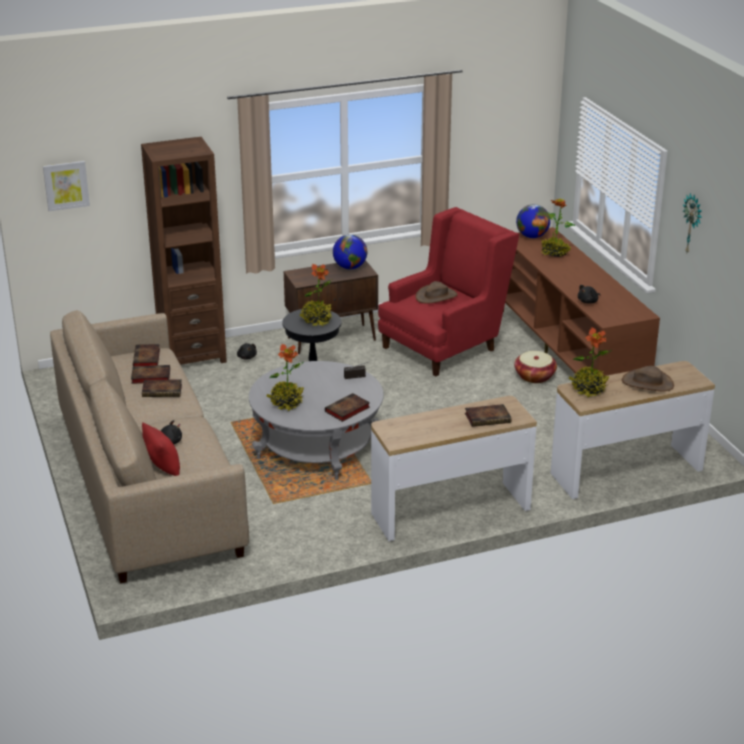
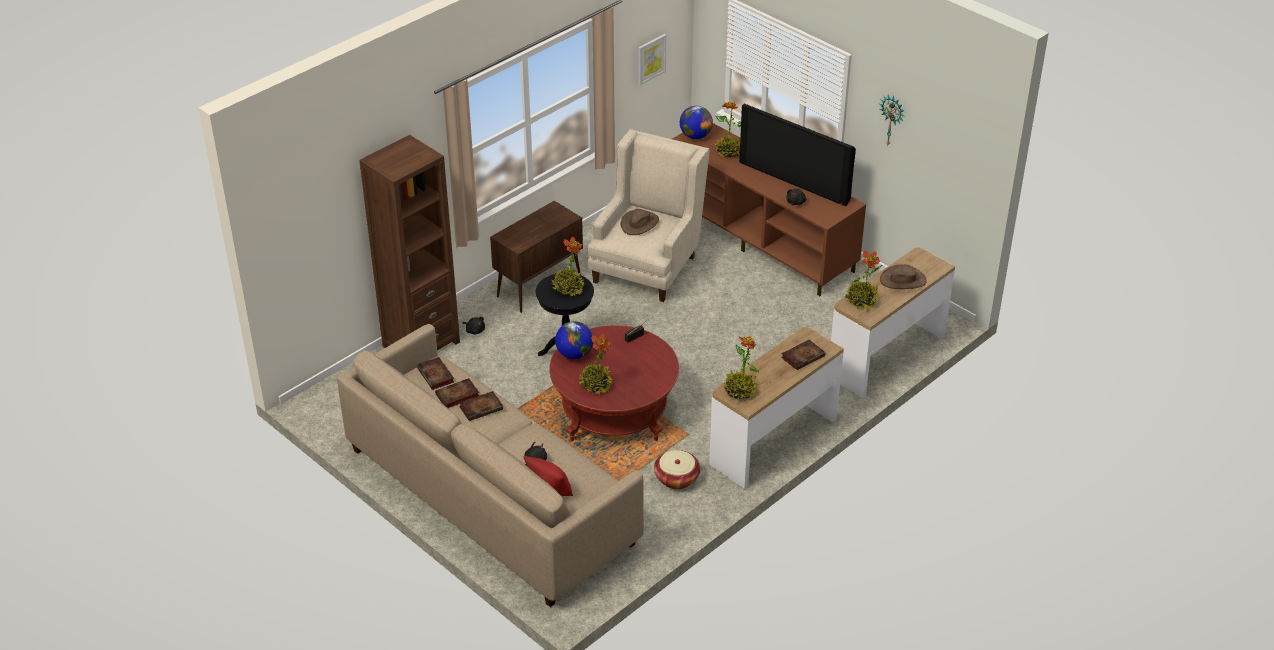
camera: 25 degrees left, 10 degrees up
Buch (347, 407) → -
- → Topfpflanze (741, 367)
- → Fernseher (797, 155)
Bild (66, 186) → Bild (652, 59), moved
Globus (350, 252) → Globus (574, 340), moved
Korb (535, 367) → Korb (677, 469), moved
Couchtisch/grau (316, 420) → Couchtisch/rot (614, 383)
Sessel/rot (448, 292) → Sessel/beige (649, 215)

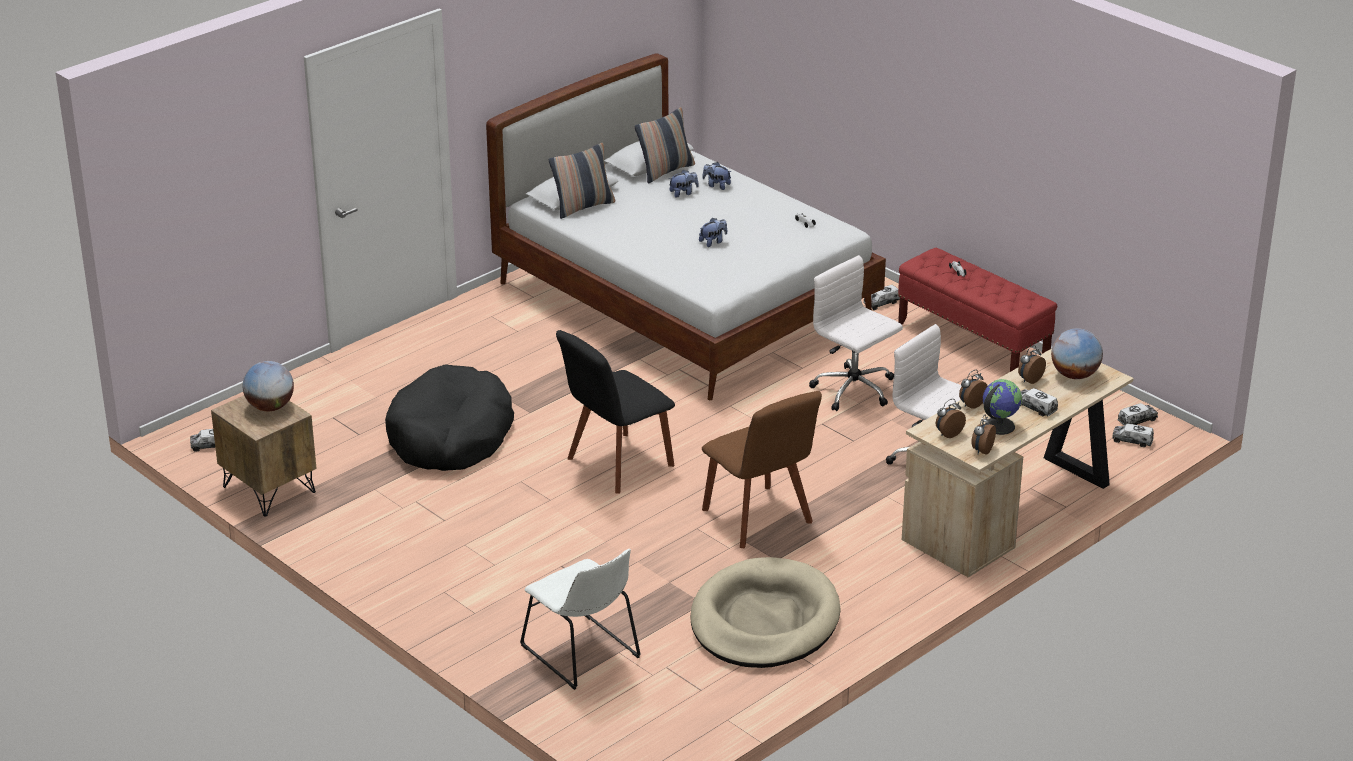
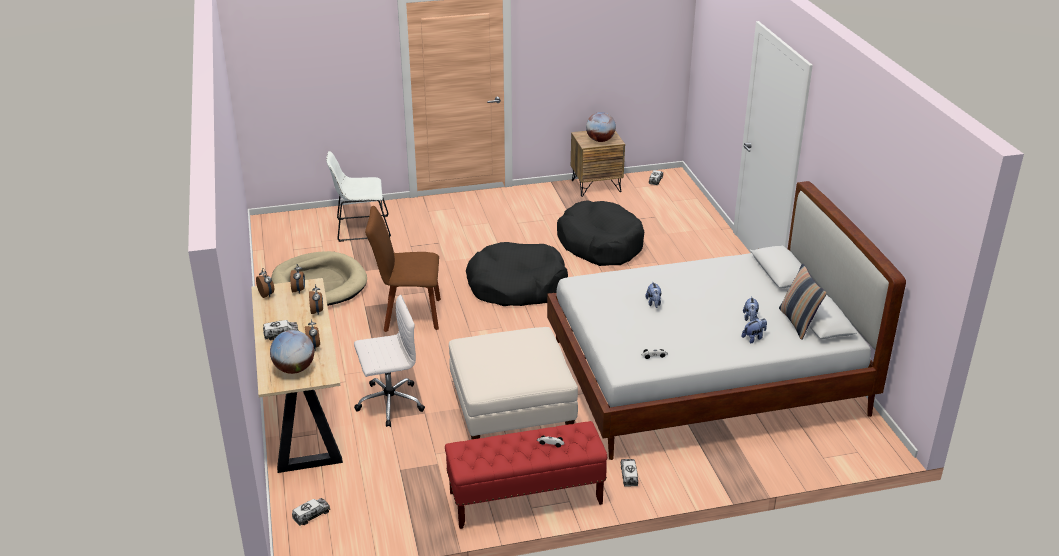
camera: 120 degrees right, 0 degrees up
Kissen (582, 181) → -
Globus (1002, 407) → -
Spielzeuglaster (1137, 414) → -
Stuhl/schwarz (615, 412) → Hundebett/schwarz (517, 274)
Bürostuhl/weiß (856, 333) → Polsterhocker/weiß (513, 383)

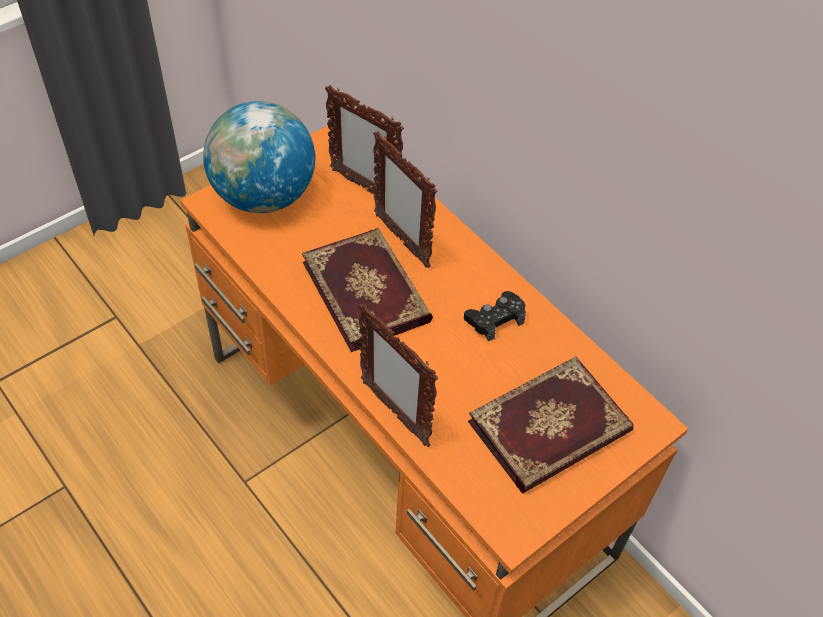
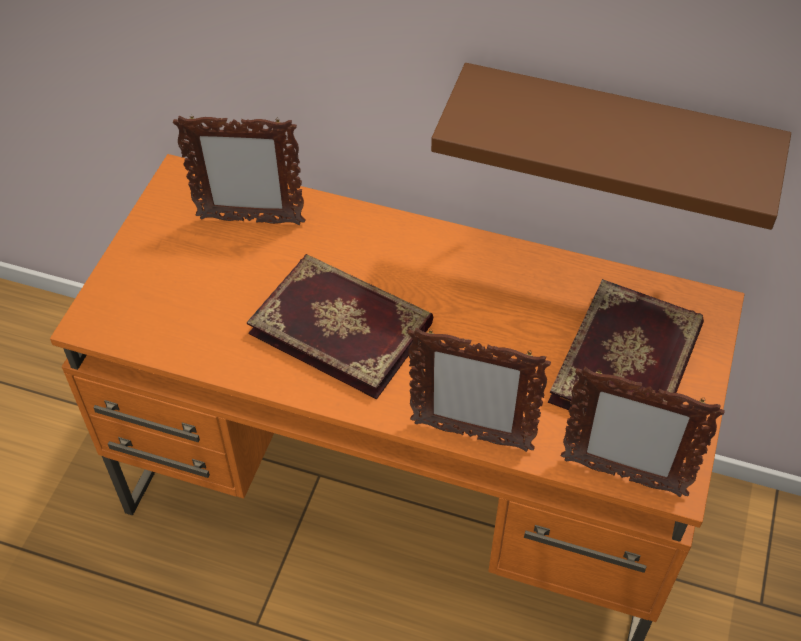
camera: 30 degrees left, 0 degrees up
Globus (259, 157) → -
Gamepad/schwarz (495, 316) → -
- → Wandregal/braun (611, 146)
Bilderrahmen (405, 199) → Bilderrahmen (643, 432), moved

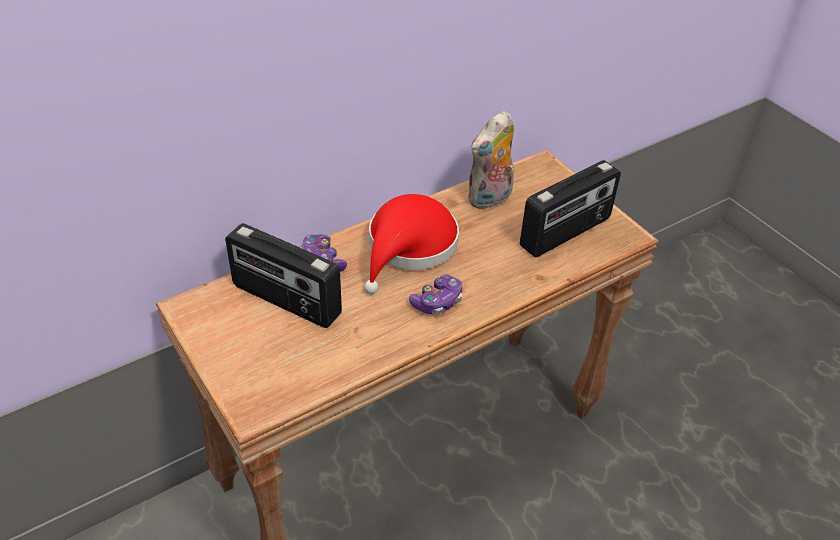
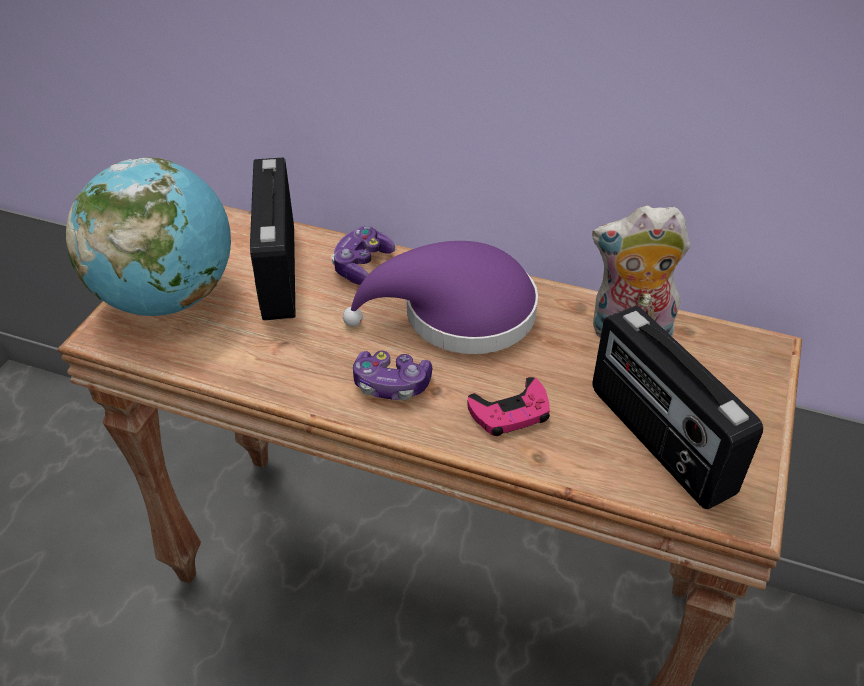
camera: 55 degrees right, 0 degrees up
- → Globus (148, 236)
- → Gamepad/rosa (508, 406)
Hut/rot (411, 244) → Hut/lila (440, 297)
Radio (570, 208) → Radio (678, 407), 45 degrees clockwise

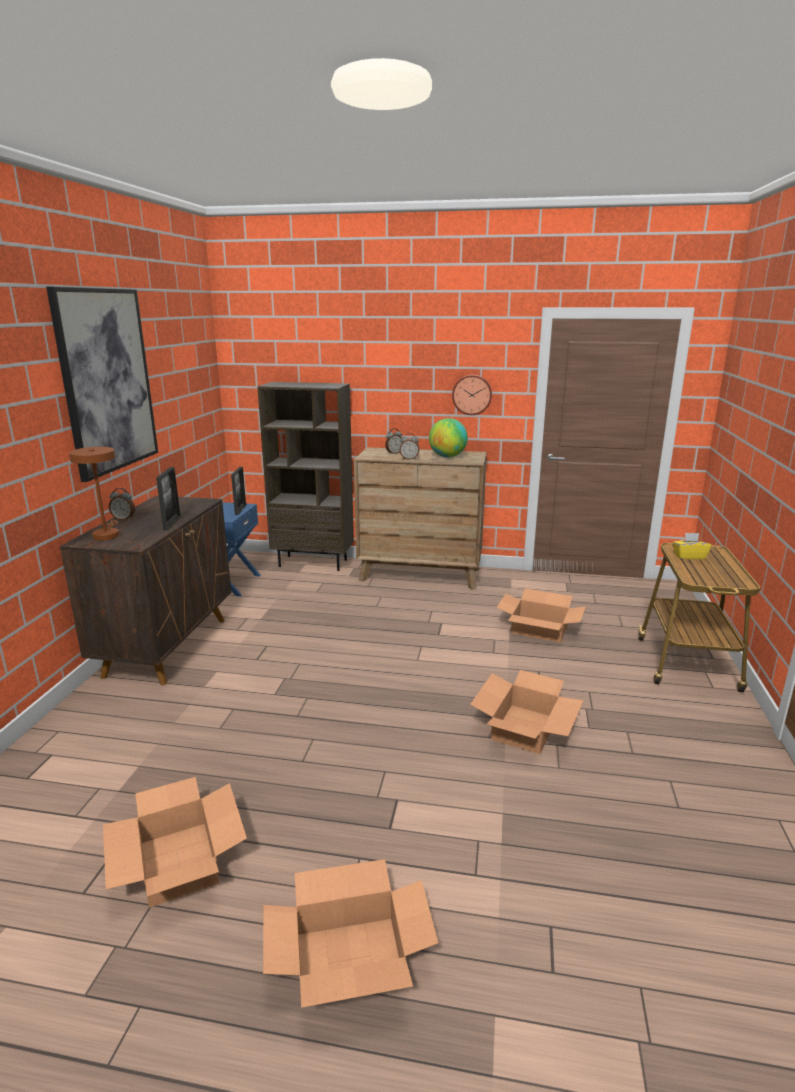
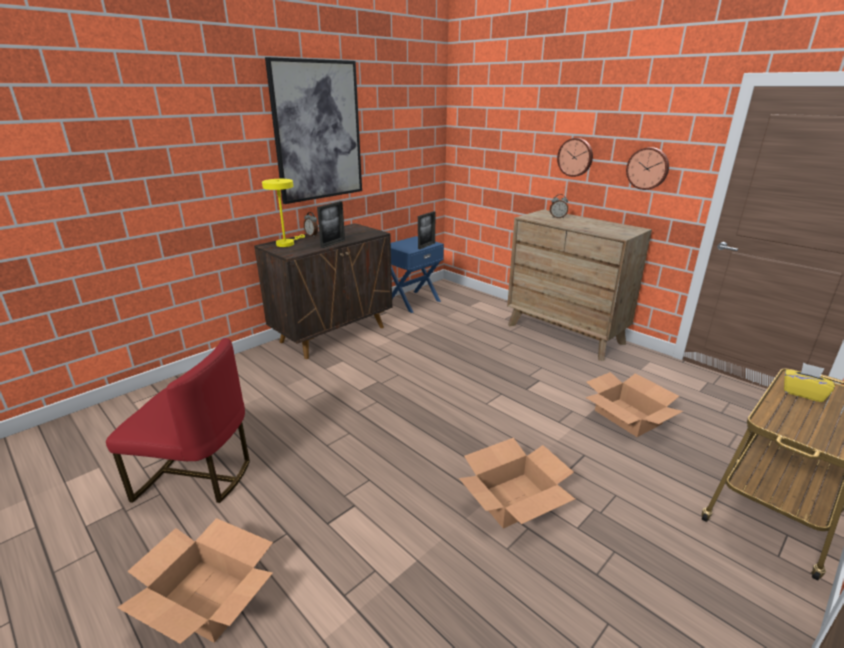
camera: 35 degrees right, 5 degrees up
Bücherregal/braun (305, 476) → -
Wecker (409, 446) → -
Globus (448, 438) → -
- → Wanduhr (575, 157)
Karton (175, 842) → Stuhl/rot (178, 420)
Tischlampe/braun (94, 493) → Tischlampe/gelb (283, 213)

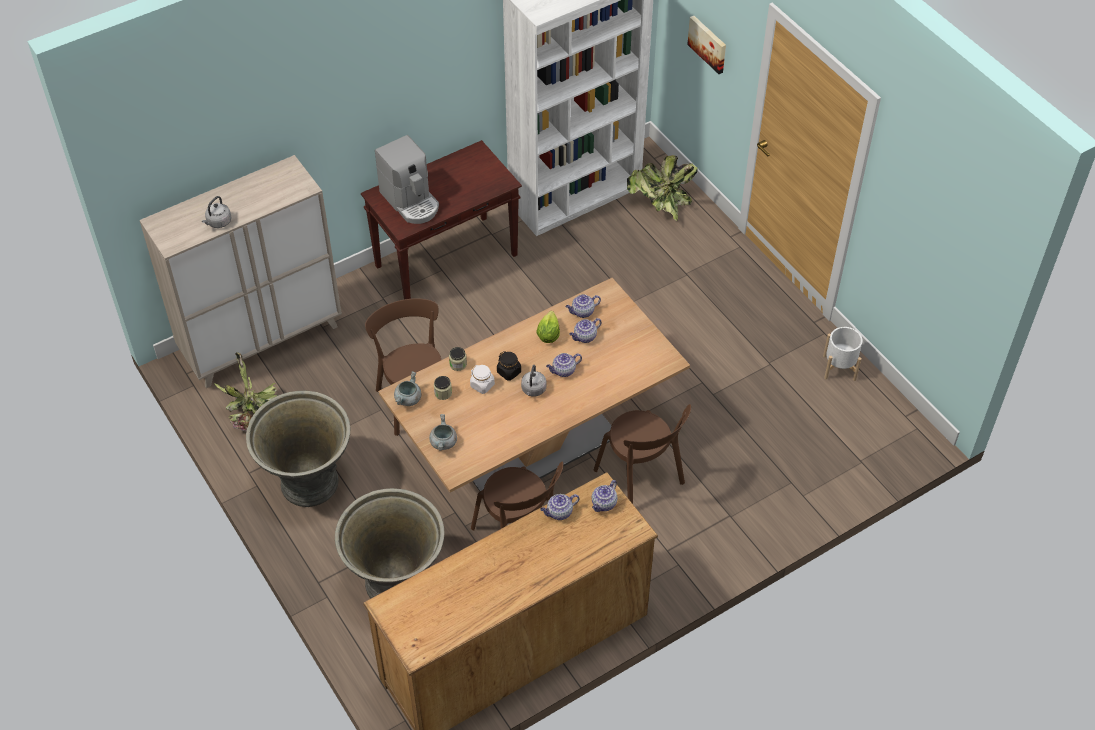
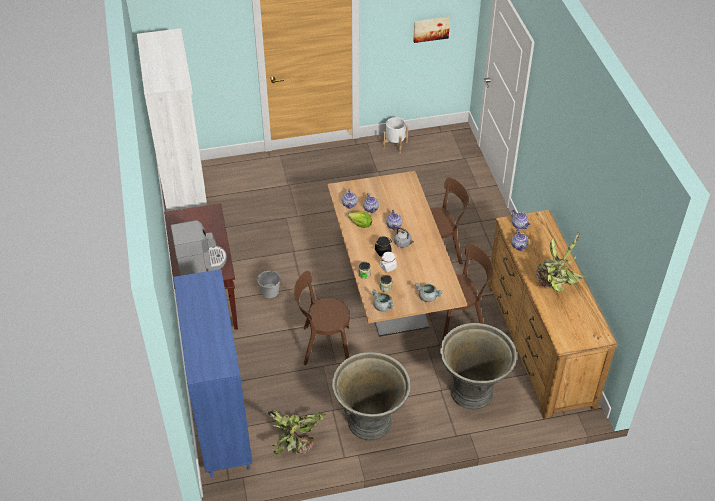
camera: 70 degrees left, 5 degrees down
Wasserkessel/grau (216, 212) → -
- → Eimer/weiß (269, 284)
Topfpflanze (662, 188) → Topfpflanze (561, 262), moved
Bild (706, 45) → Bild (431, 30), moved
Schrank/beige (241, 271) → Schrank/blau (213, 373)

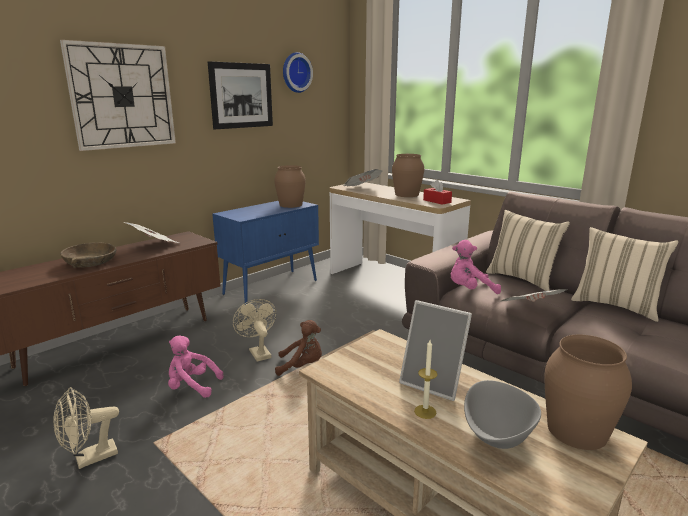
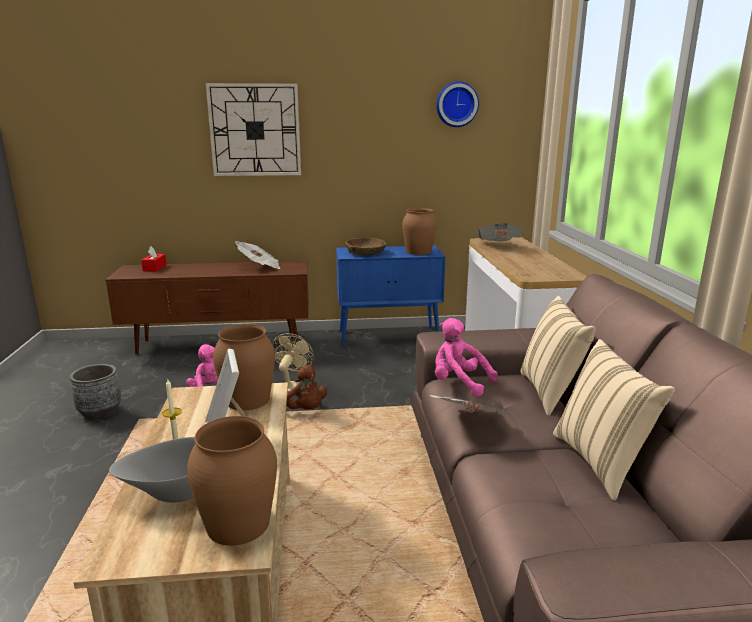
camera: 40 degrees right, 0 degrees up
Bild (240, 95) → -
Schüssel/braun (88, 255) → Schüssel/braun (366, 246), moved
Vase/braun (408, 175) → Vase/braun (244, 367), moved
Taschentuchbox/rot (437, 192) → Taschentuchbox/rot (154, 258), moved
Ventilator/beige (86, 428) → Pflanzkübel/grau (95, 392)

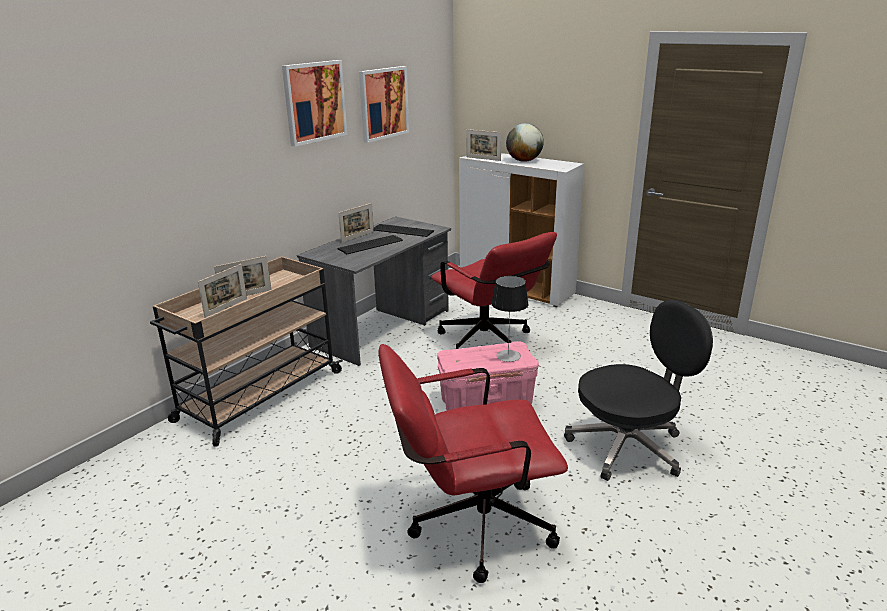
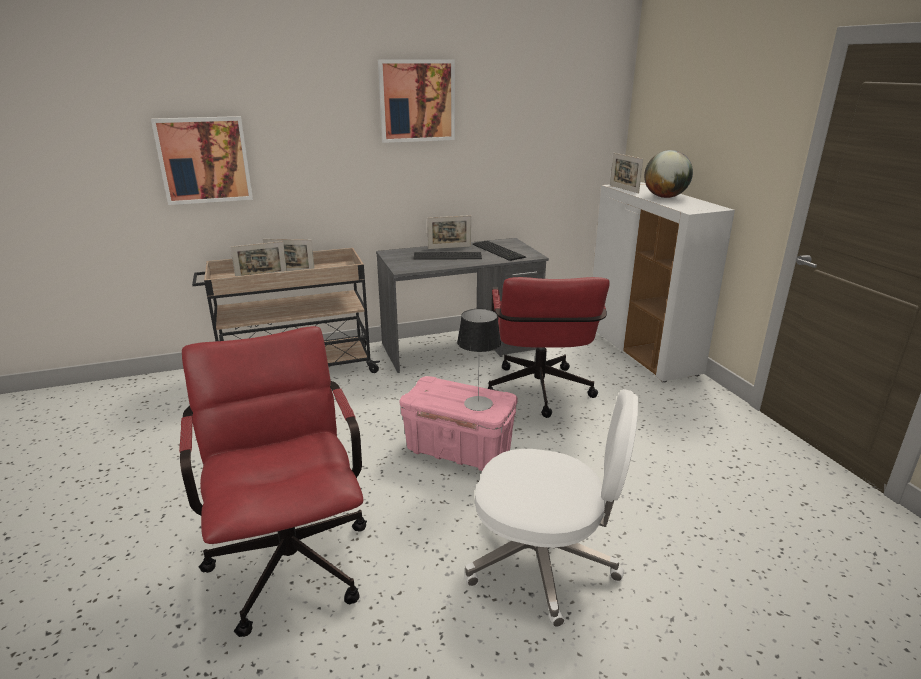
camera: 35 degrees right, 0 degrees up
Bild (384, 104) → Bild (202, 160), moved
Bürostuhl/schwarz (638, 390) → Bürostuhl/weiß (551, 508)
Bürostuhl/rot (473, 463) → Bürostuhl/rot (273, 481), 45 degrees clockwise

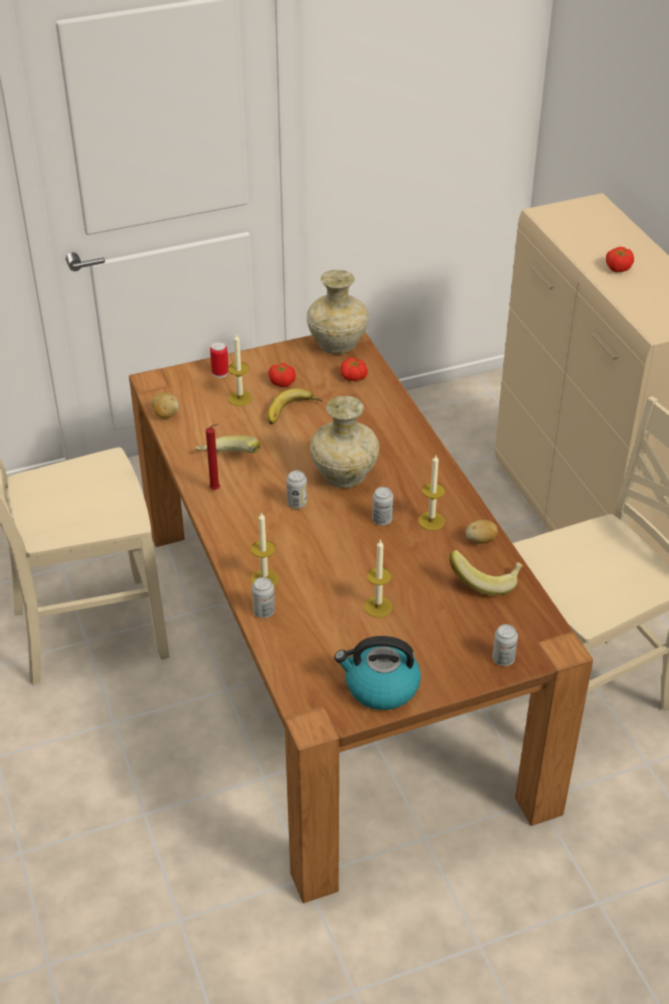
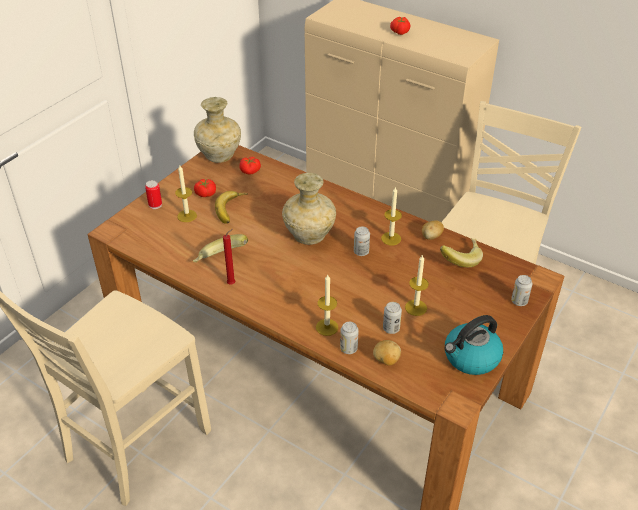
camera: 35 degrees left, 0 degrees up
Kartoffel (165, 405) → Kartoffel (387, 352), moved
Dose (296, 489) → Dose (392, 318), moved

